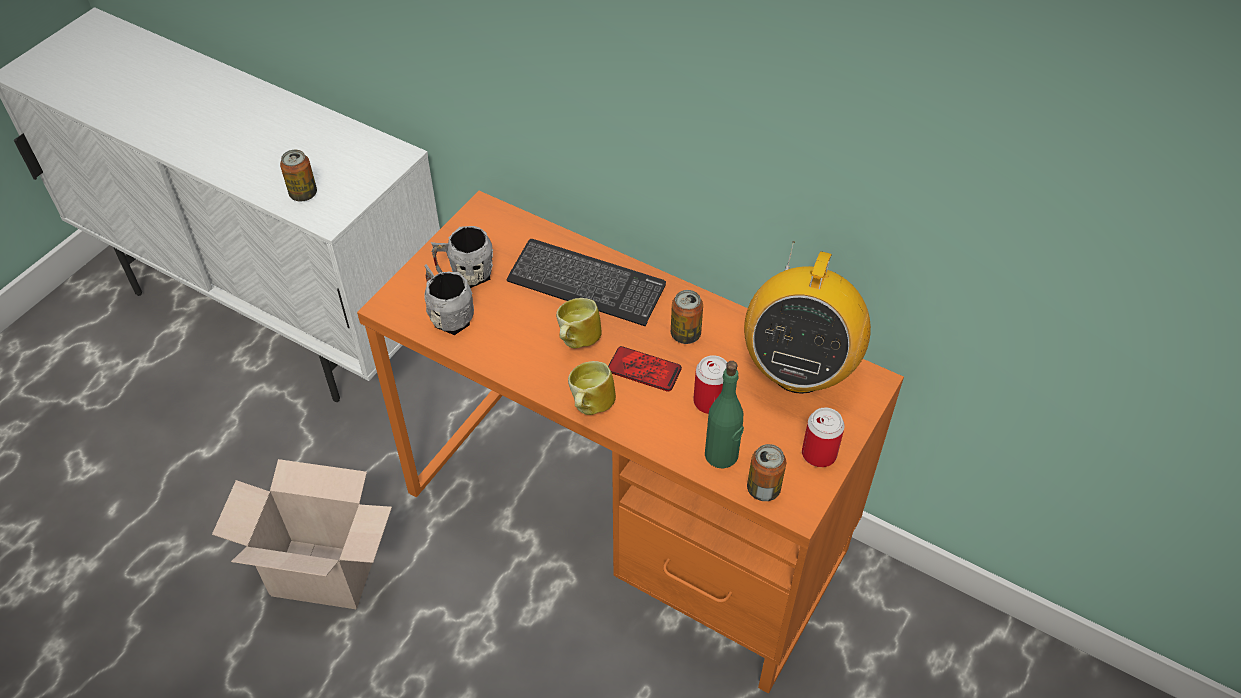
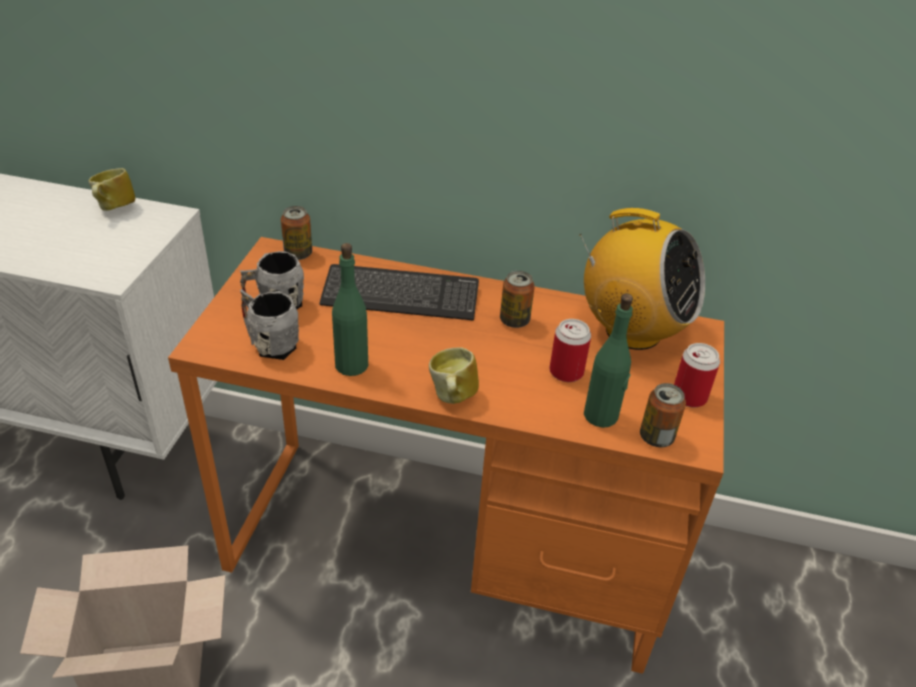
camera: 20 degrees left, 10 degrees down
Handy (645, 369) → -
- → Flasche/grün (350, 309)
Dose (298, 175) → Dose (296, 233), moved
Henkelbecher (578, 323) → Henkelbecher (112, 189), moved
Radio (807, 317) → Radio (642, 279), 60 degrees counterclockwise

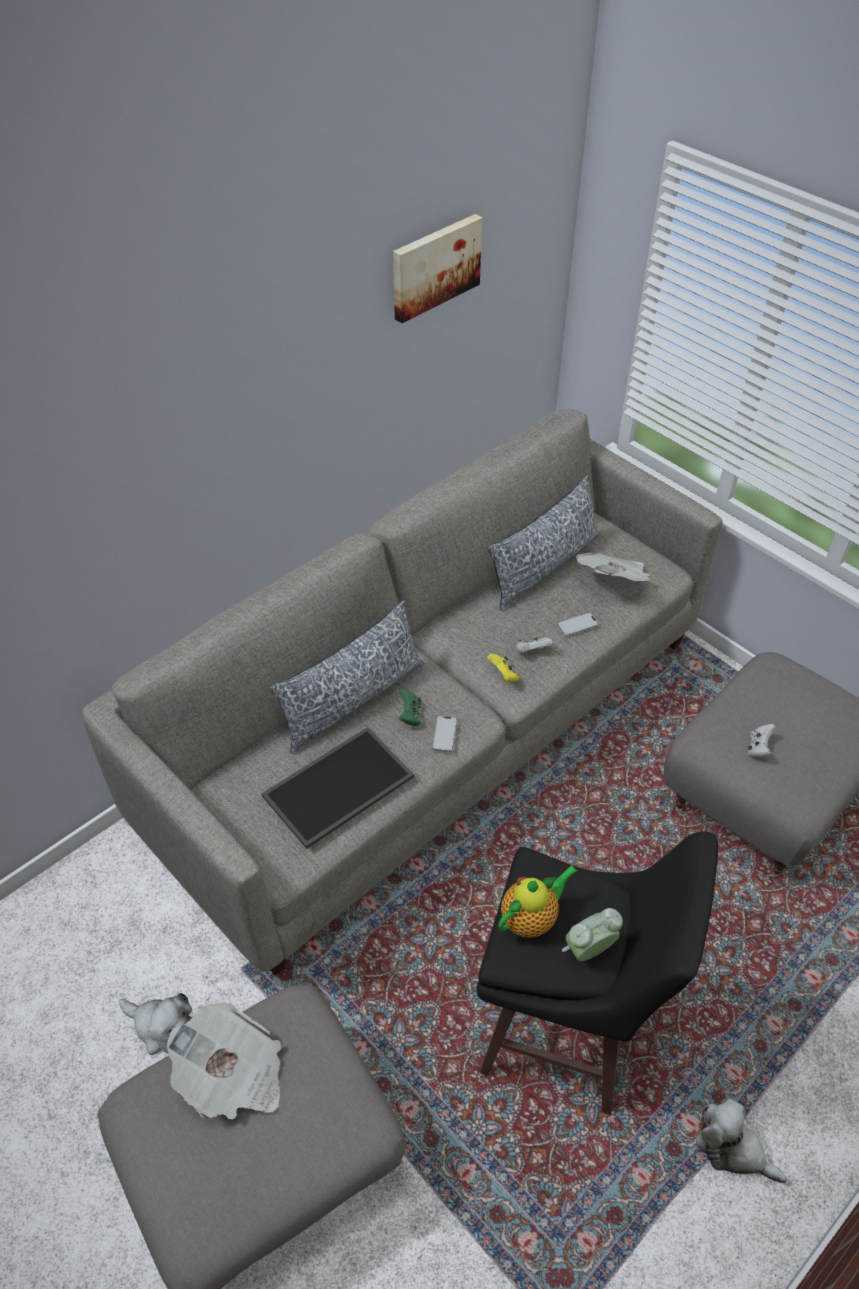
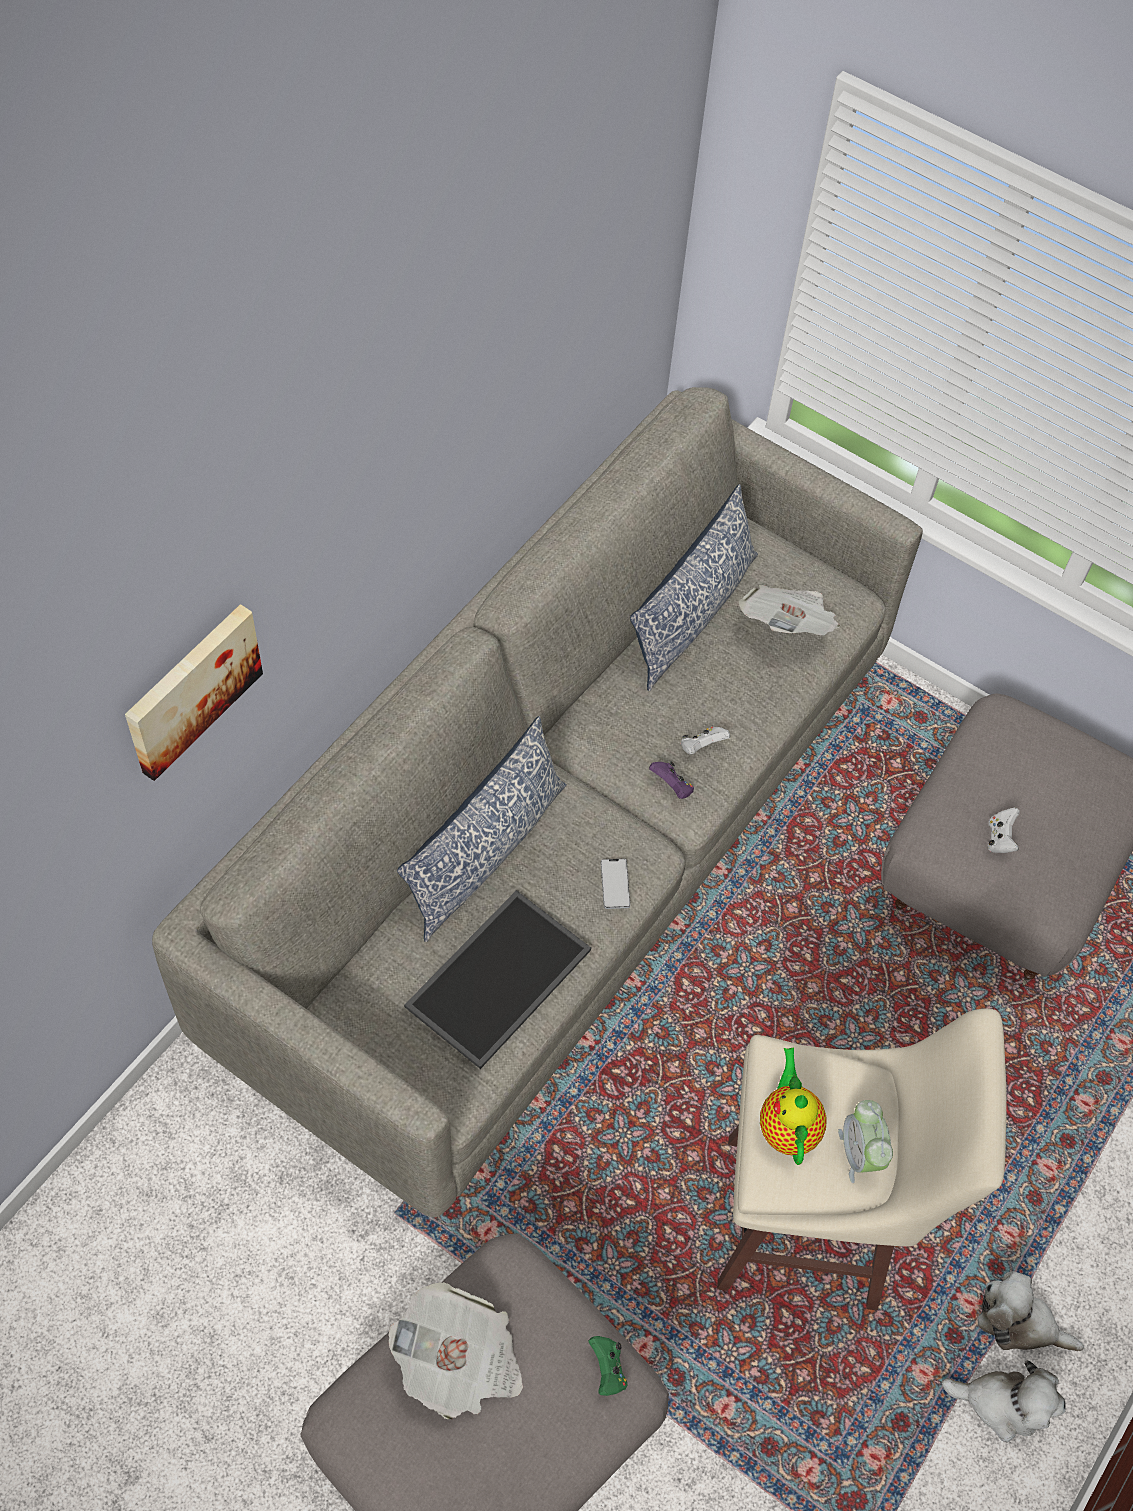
camera: 15 degrees left, 10 degrees up
Handy (577, 624) → -
Plüschtier (155, 1024) → Plüschtier (1003, 1401), moved
Bild (437, 268) → Bild (194, 692), moved
Gamepad/grün (410, 707) → Gamepad/grün (608, 1366), moved
Hocker/schwarz (597, 973) → Hocker/beige (862, 1159)
Gamepad/gelb (503, 668) → Gamepad/lila (671, 780)
Teekanne (537, 901) → Teekanne (793, 1106), 45 degrees counterclockwise
Wecker (592, 934) → Wecker (865, 1141), 60 degrees counterclockwise

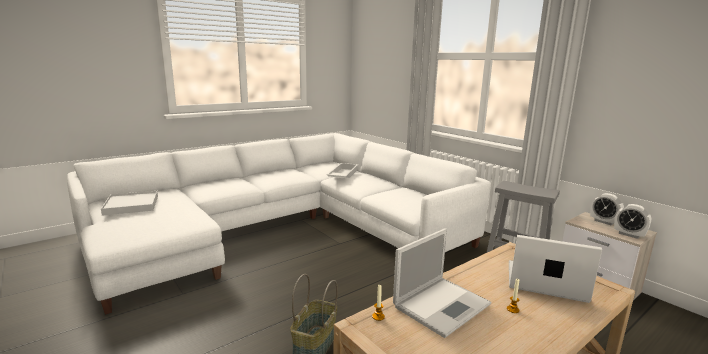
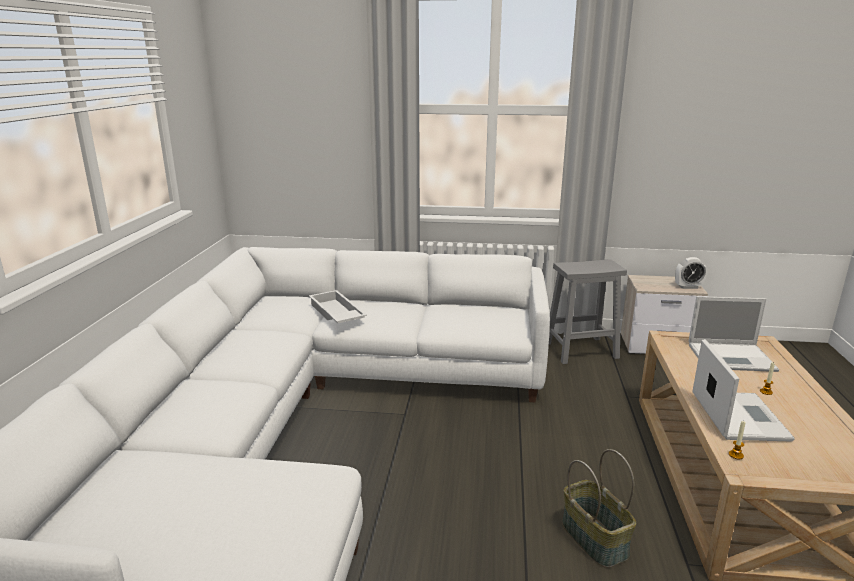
camera: 45 degrees left, 5 degrees up
Tablett/weiß (129, 203) → -
Wecker (607, 209) → -
Laptop (555, 269) → Laptop (733, 334), 150 degrees counterclockwise

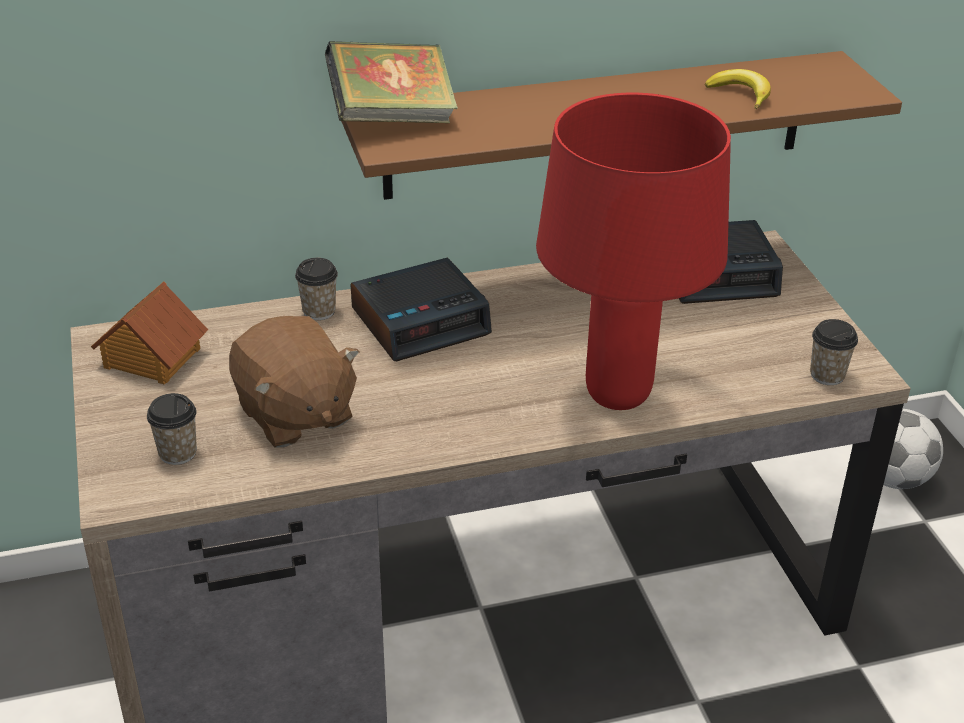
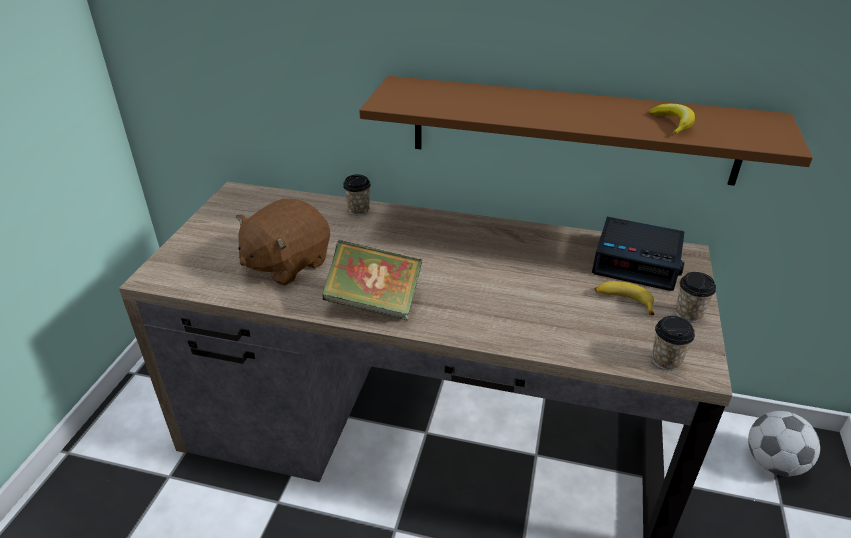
camera: 30 degrees right, 0 degrees up
Spielzeughaus (149, 332) → -
Wecker (421, 309) → -
Tischlampe/rot (633, 251) → -
- → Banane (624, 298)
Tasse (172, 429) → Tasse (696, 297), moved
Buch (391, 82) → Buch (372, 280), moved
Plüschtier/braun (294, 381) → Plüschtier/braun (283, 242), 45 degrees clockwise

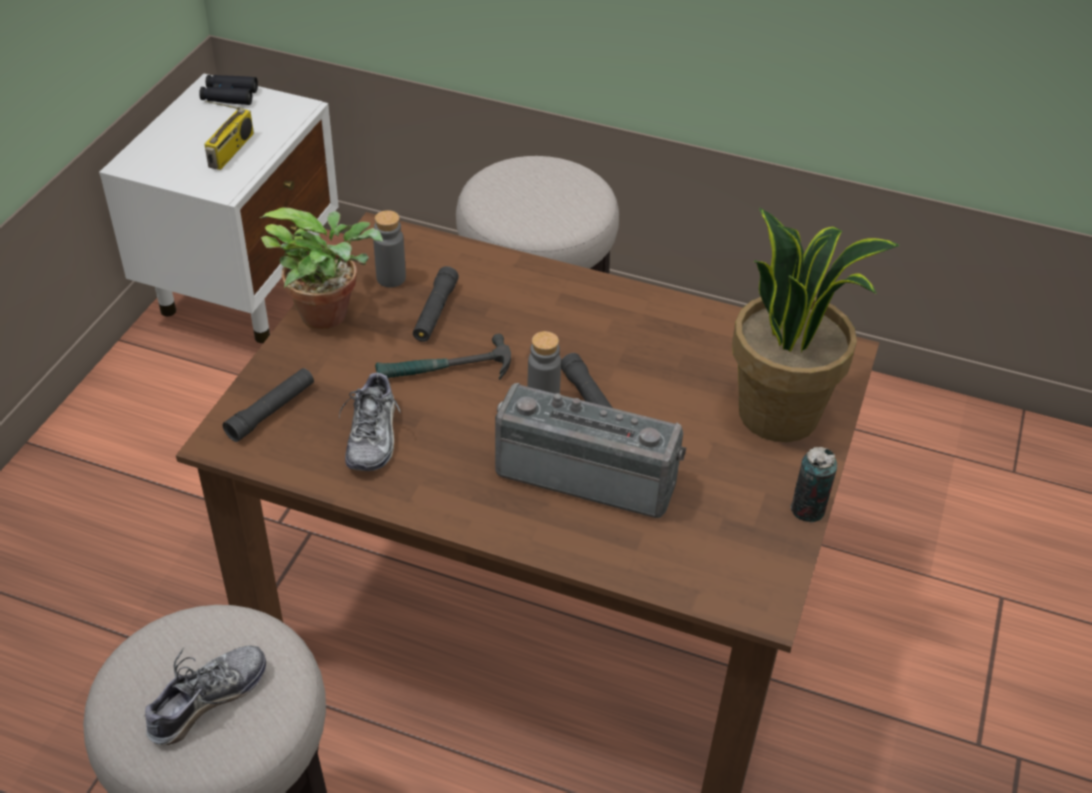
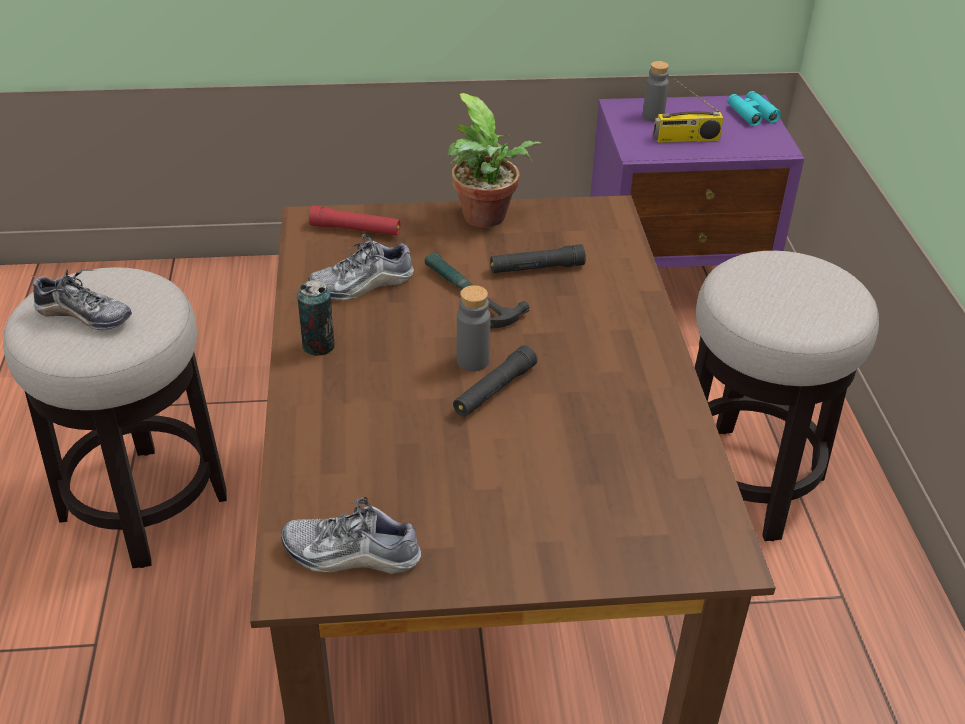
camera: 65 degrees right, 5 degrees down
Radio (590, 450) → -
Topfpflanze (815, 324) → -
- → Schuh (351, 535)
Flasche/grau (389, 248) → Flasche/grau (656, 91), moved
Dose (813, 485) → Dose (316, 318), moved
Nachttisch/weiß (219, 208) → Nachttisch/lila (697, 181)
Fernglas/schwarz (228, 90) → Fernglas/türkis (754, 108)
Taschenlampe/schwarz (268, 405) → Taschenlampe/rot (355, 220)

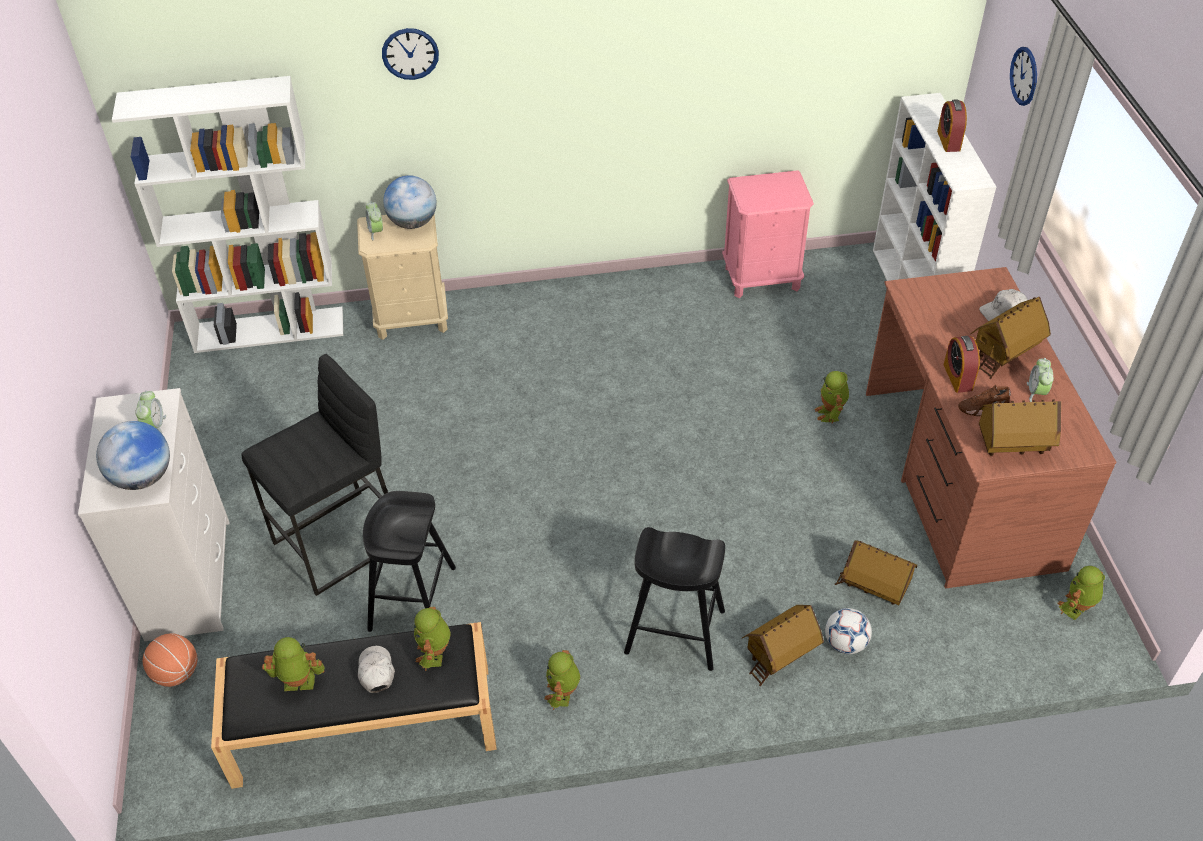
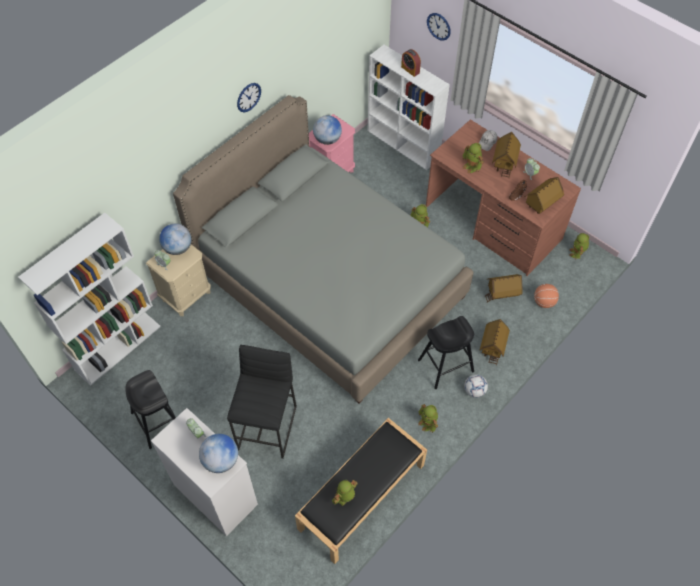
camera: 40 degrees left, 10 degrees up
Kappe/weiß (376, 669) → -
Wecker (961, 364) → -
- → Bett/grau (323, 249)
- → Globus (327, 130)
Basketball (170, 660) → Basketball (546, 296), moved
Hocker/schwarz (409, 561) → Hocker/schwarz (150, 409), moved
Wanduhr (410, 54) → Wanduhr (249, 97), moved
Spielzeugroboter (432, 639) → Spielzeugroboter (472, 158), moved
Fußball (848, 631) → Fußball (476, 386), moved

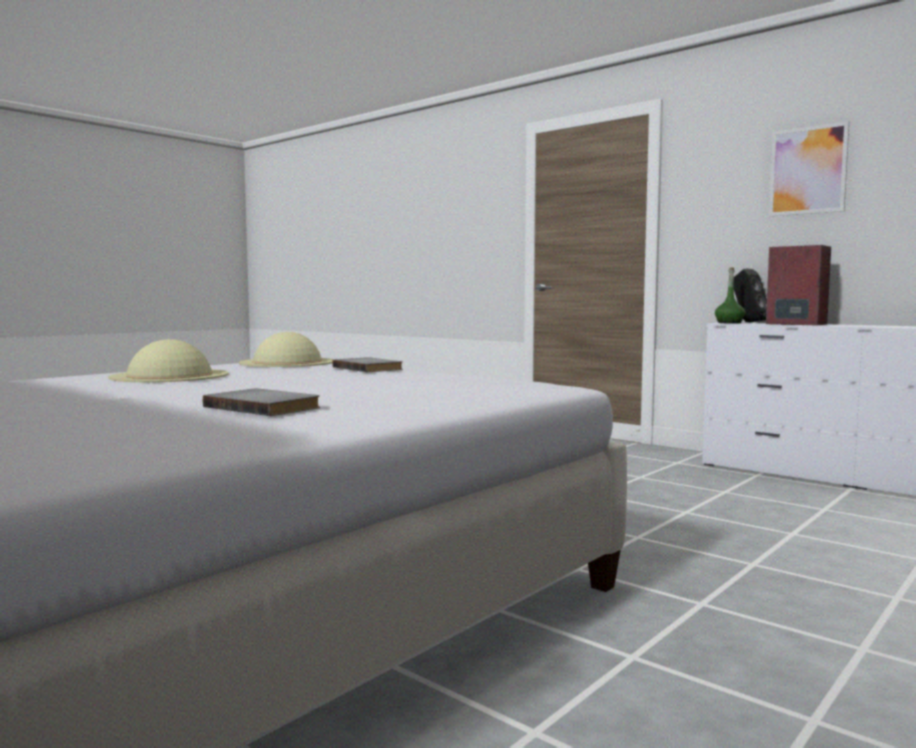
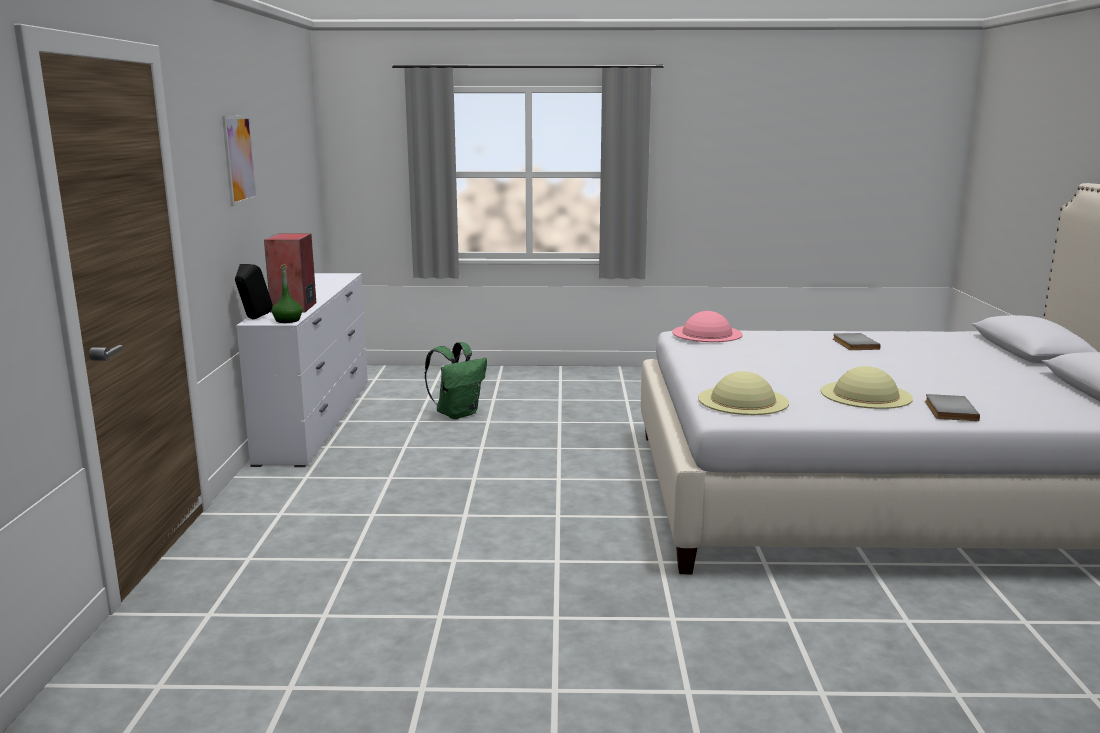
camera: 130 degrees left, 10 degrees up
- → Rucksack/grün (456, 380)
- → Hut/rosa (707, 326)
Buch/grau (367, 364) → Buch/grau (952, 407), moved

